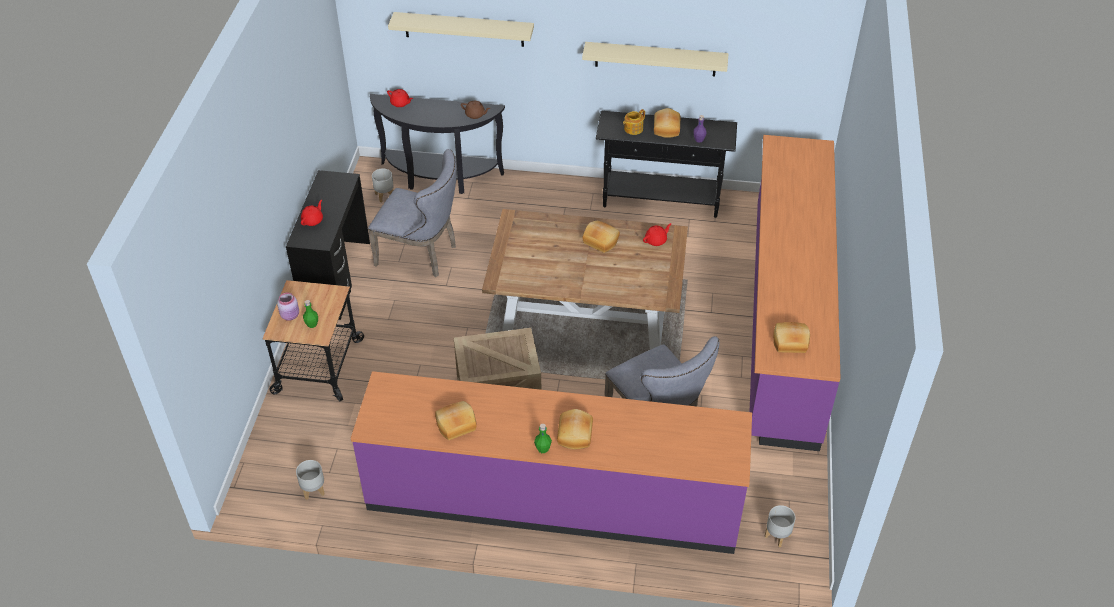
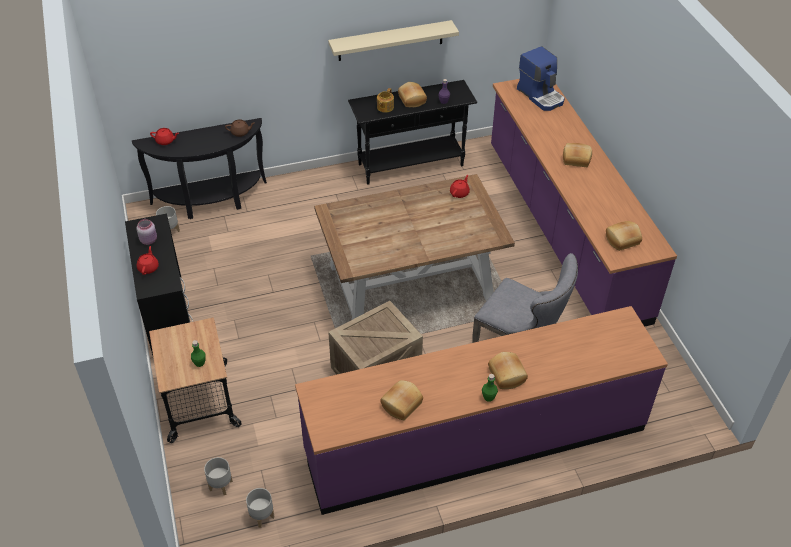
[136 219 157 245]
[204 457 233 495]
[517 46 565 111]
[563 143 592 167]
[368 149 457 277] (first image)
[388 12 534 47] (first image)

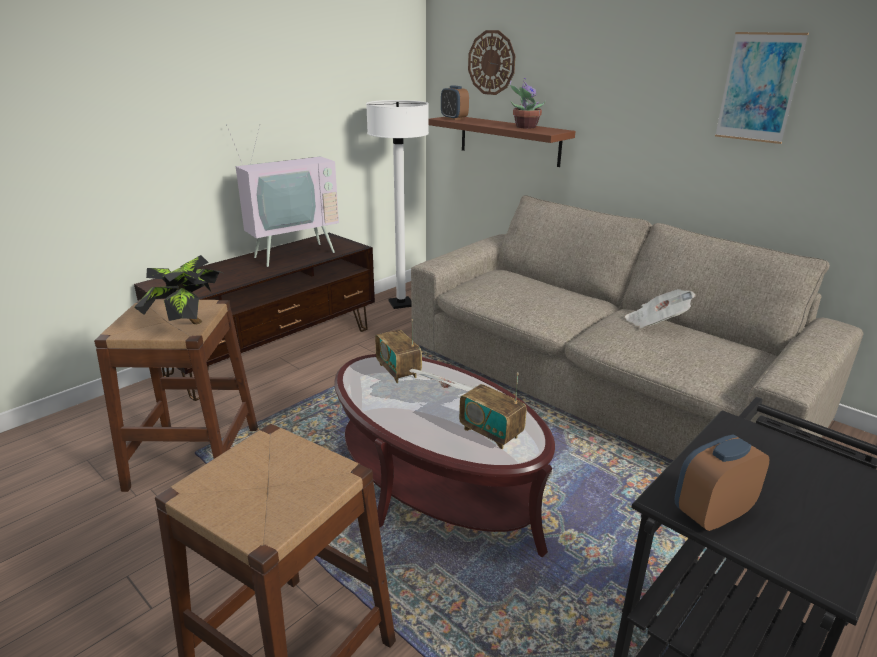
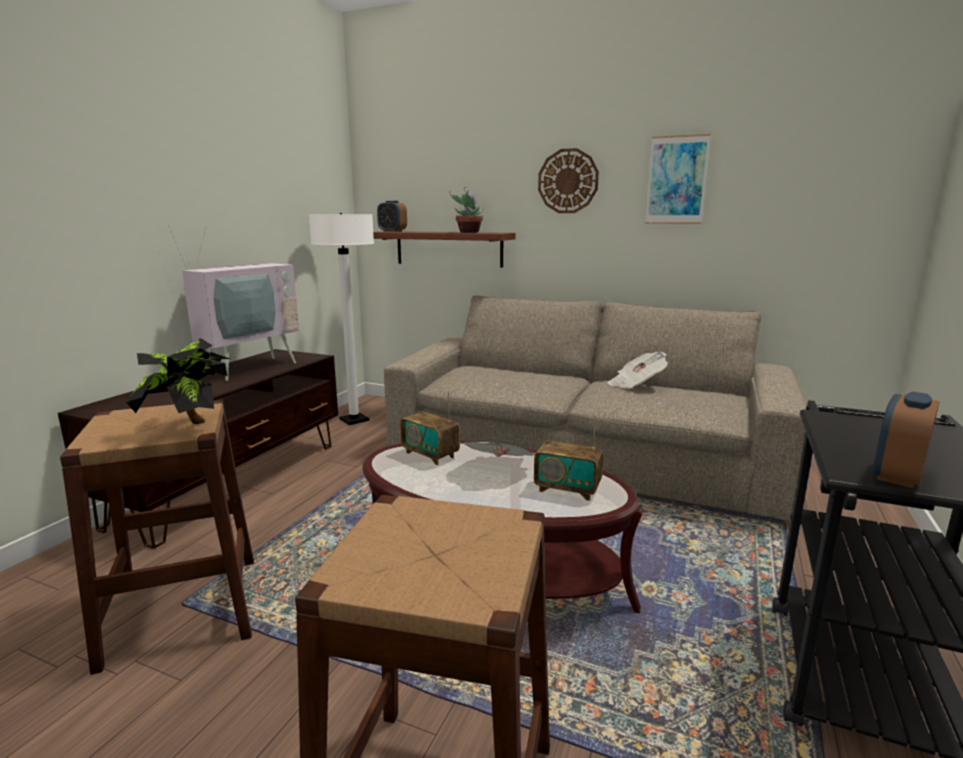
[538 148 599 213]

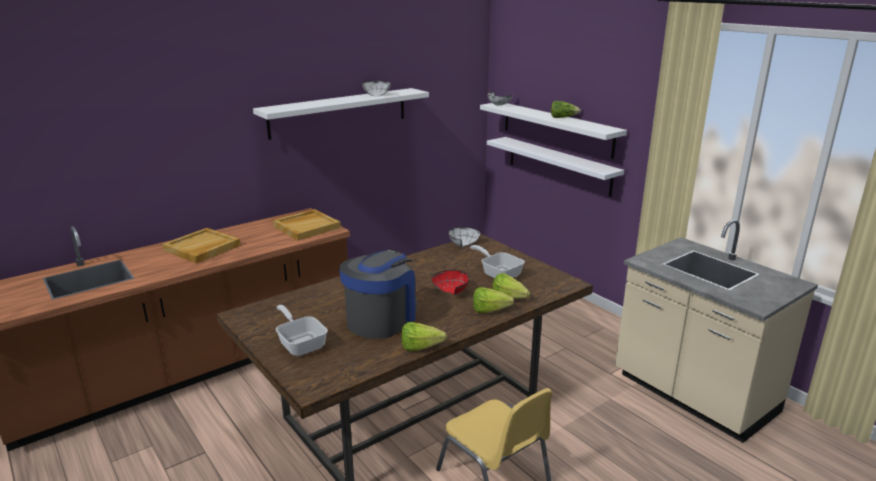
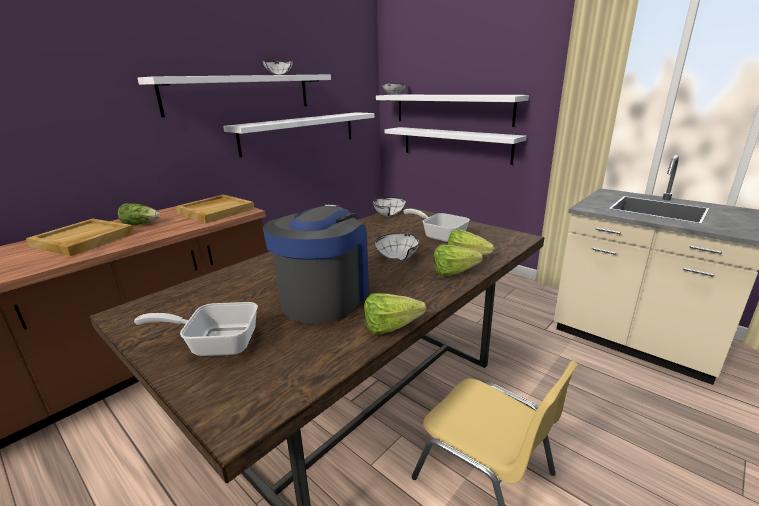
[118 203 160 226]
[134 302 258 356]
[223 112 375 157]
[375 233 420 260]

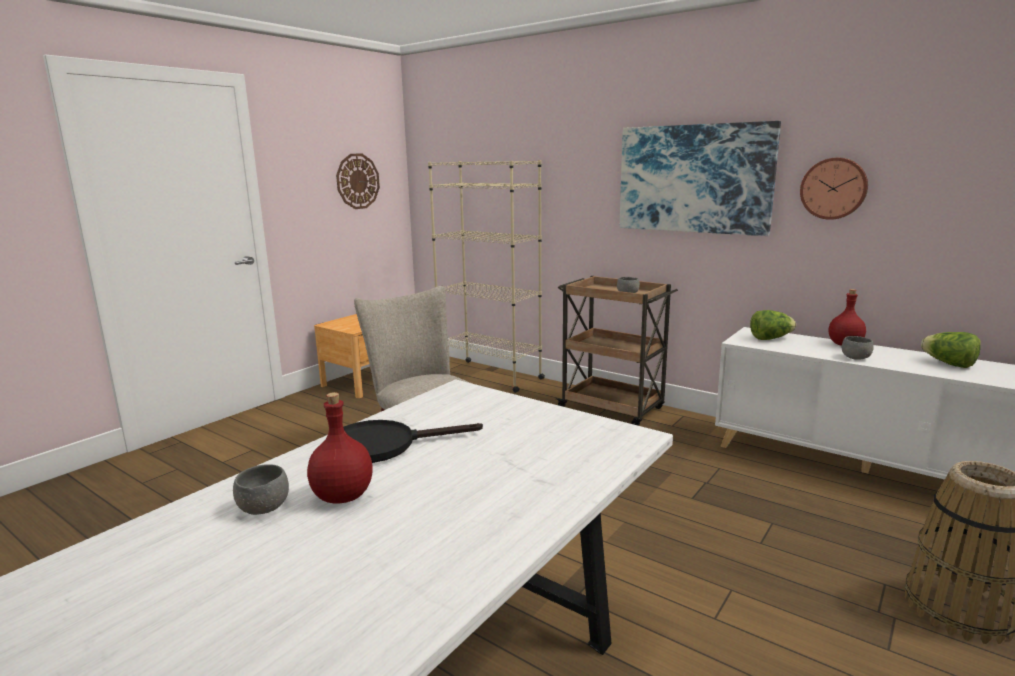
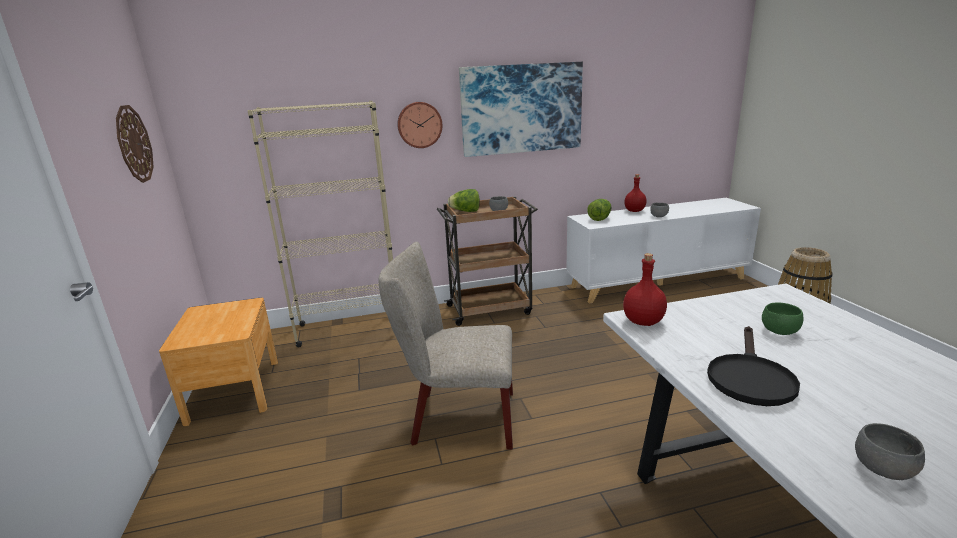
[397 102 442 148]
[448 189 480 212]
[623 253 667 326]
[762 302 804 335]

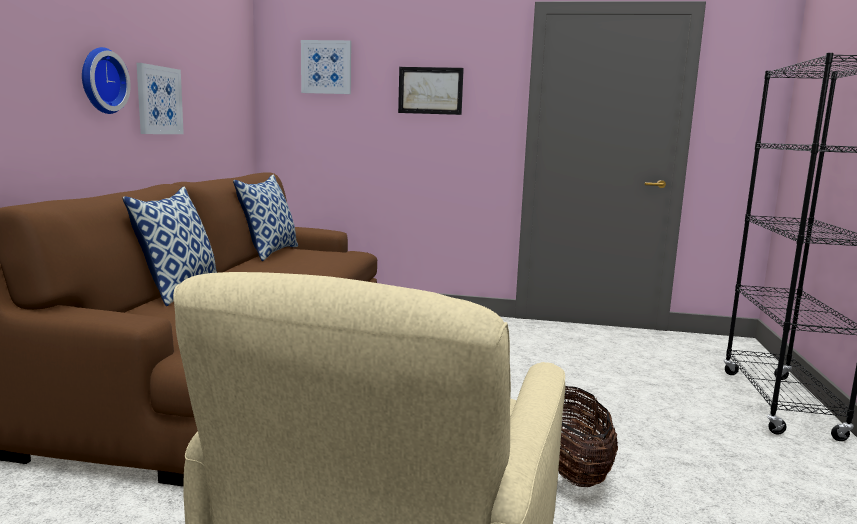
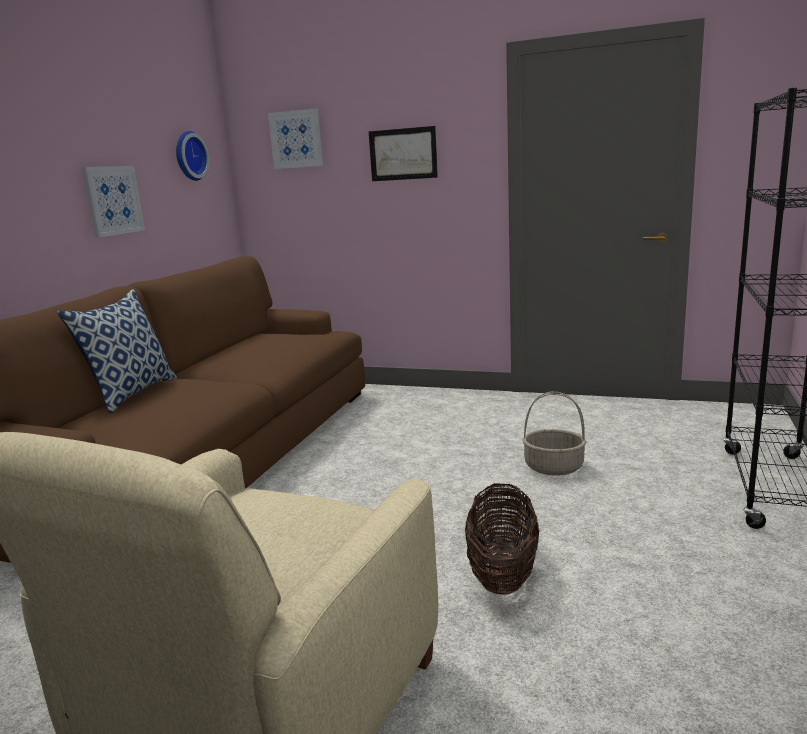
[176 131 210 181]
[522 392 586 476]
[233 175 298 261] (first image)

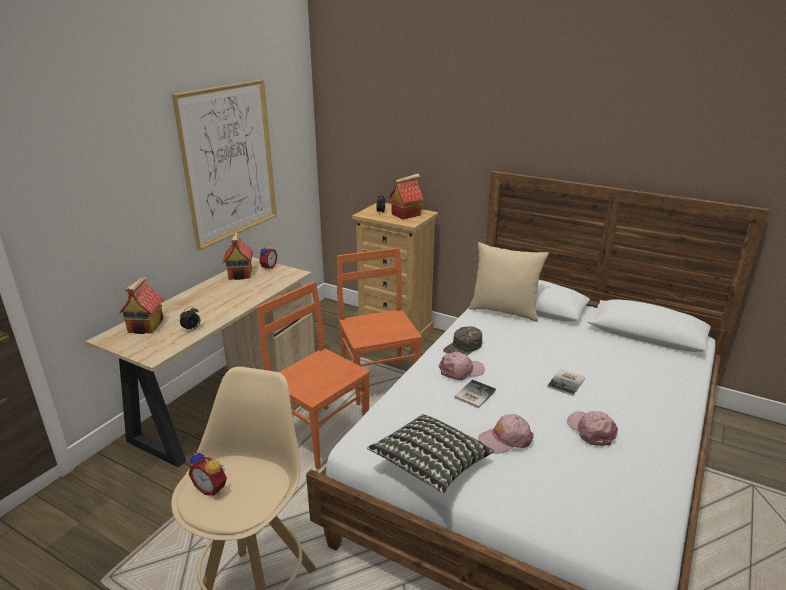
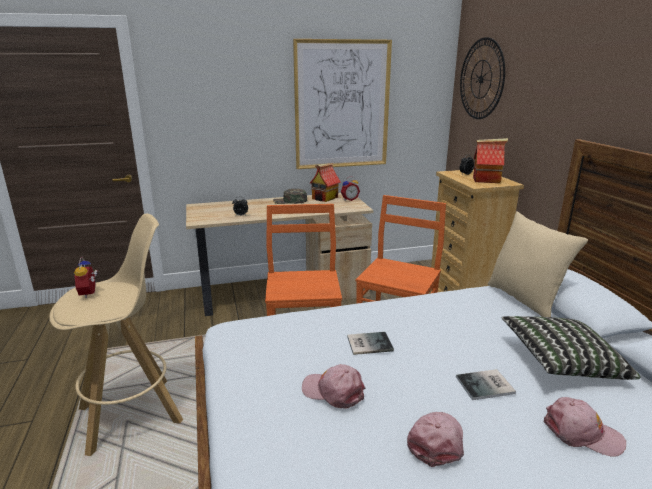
[273 188 307 204]
[460 37 505 119]
[502 316 640 380]
[544 397 626 457]
[119 276 164 334] (first image)

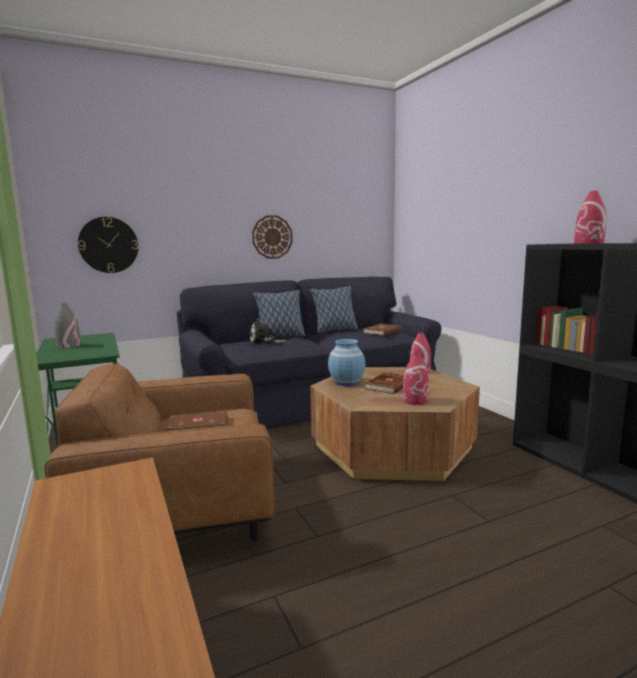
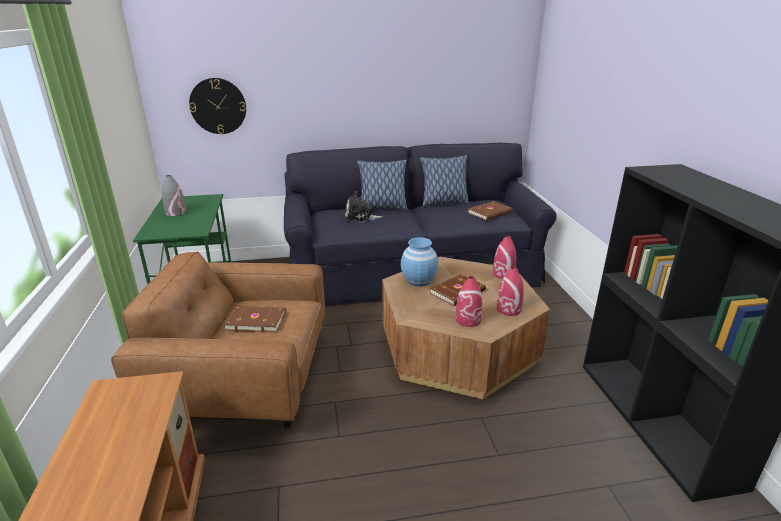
[497 267 524 316]
[252 215 293 259] (first image)

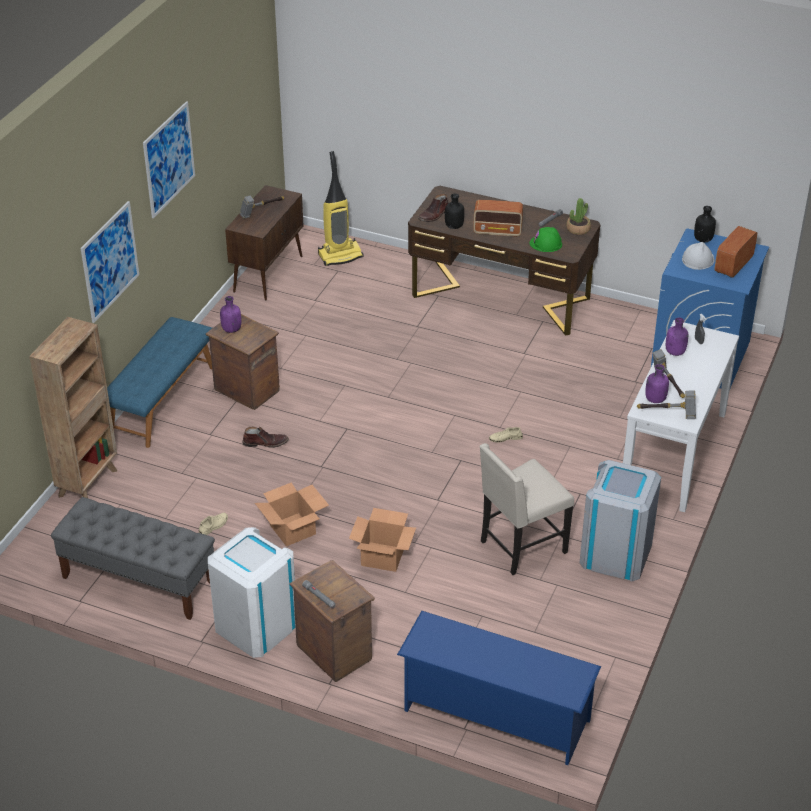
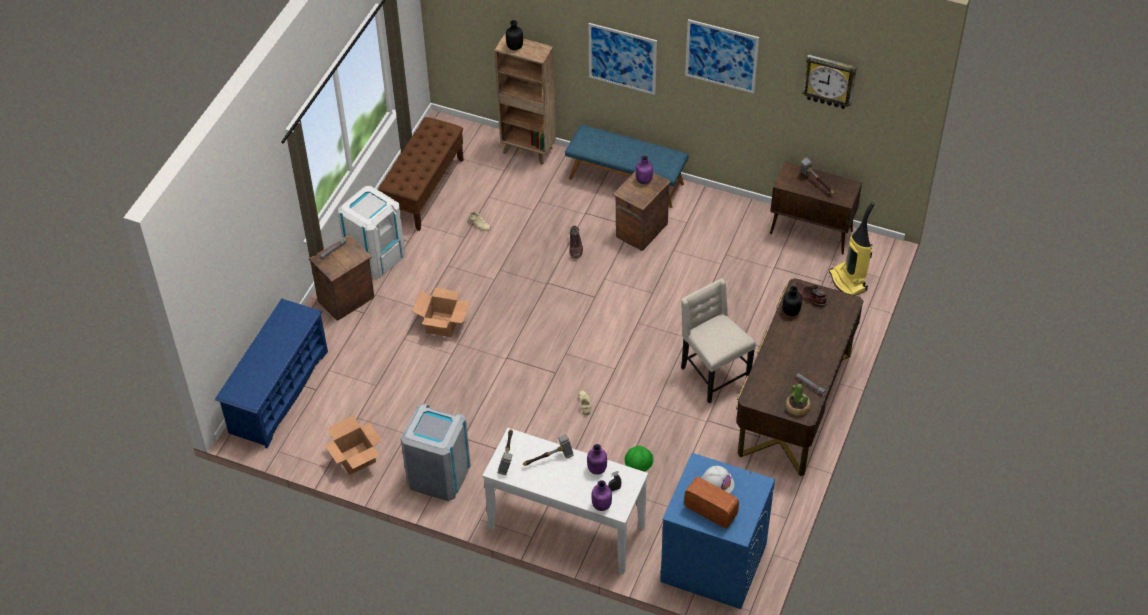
[325 415 382 475]
[378 117 464 231]
[506 20 523 50]
[591 480 612 511]
[624 446 654 472]
[681 278 756 403]
[802 54 857 109]
[473 200 523 237] (first image)

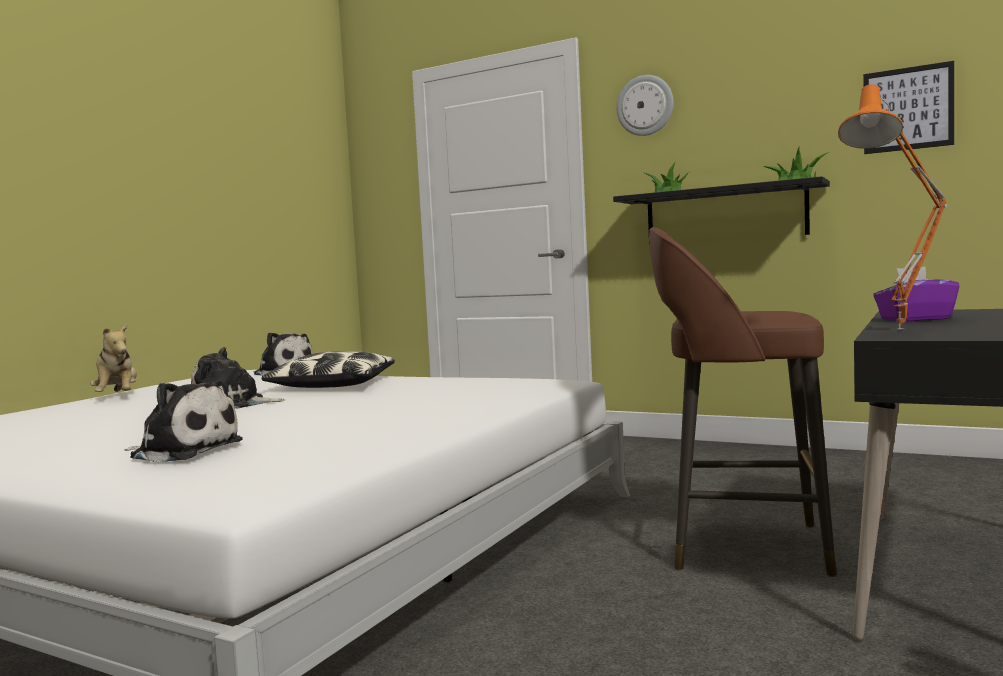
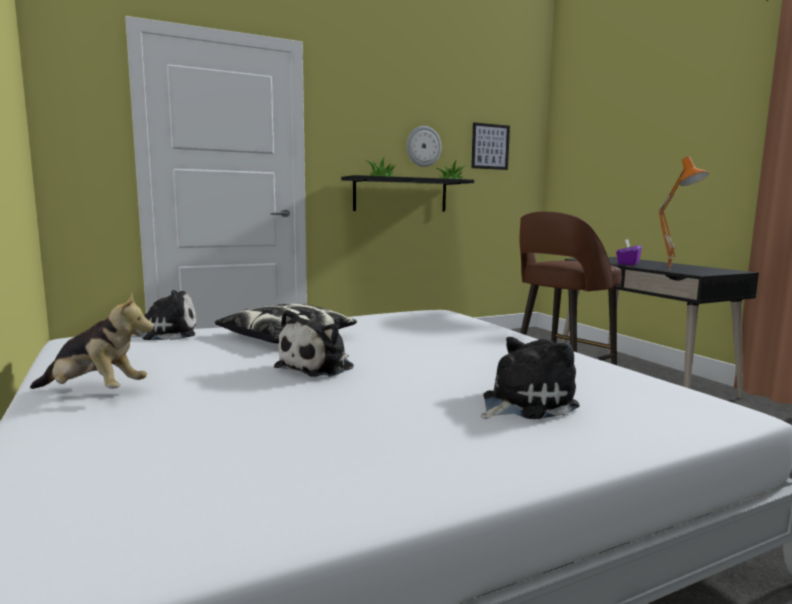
[407 126 441 167]

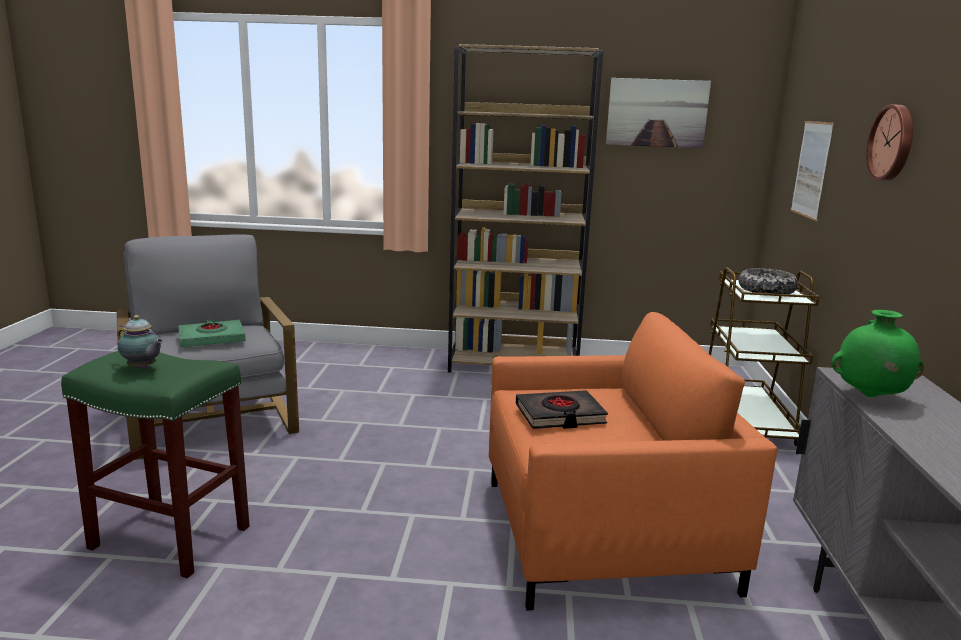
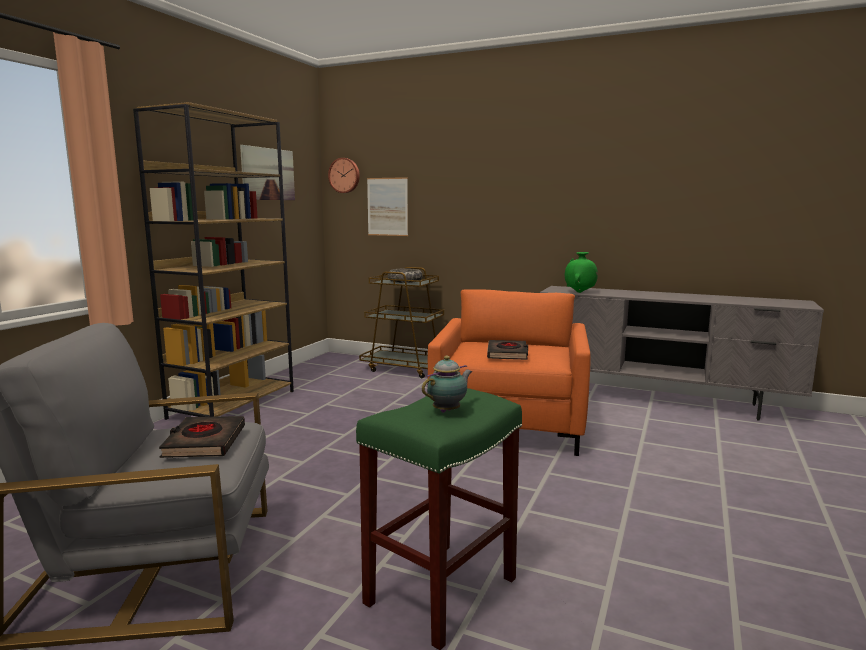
[159 416 245 458]
[328 158 360 193]

